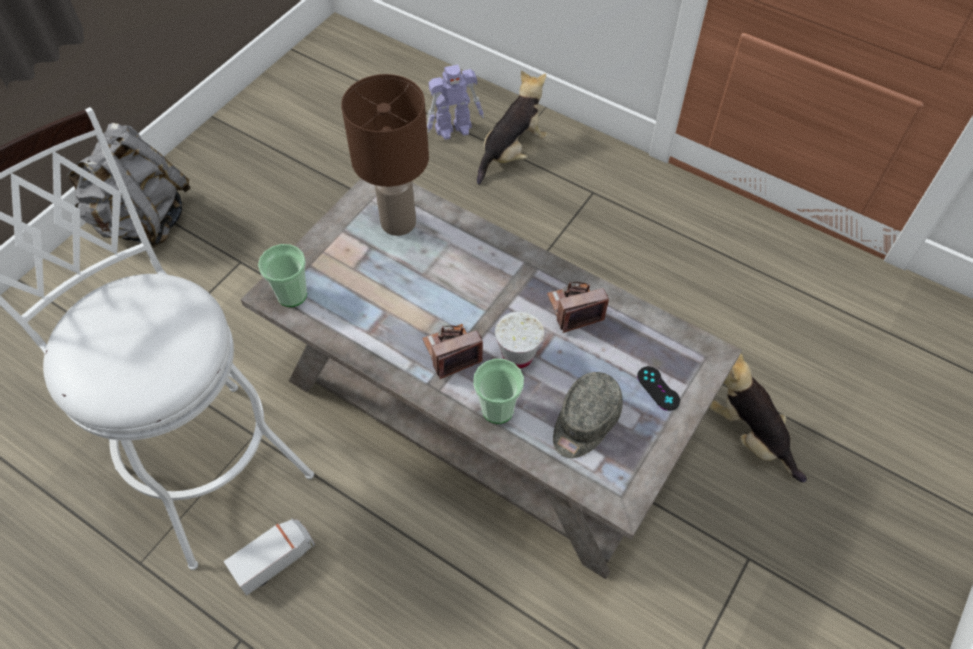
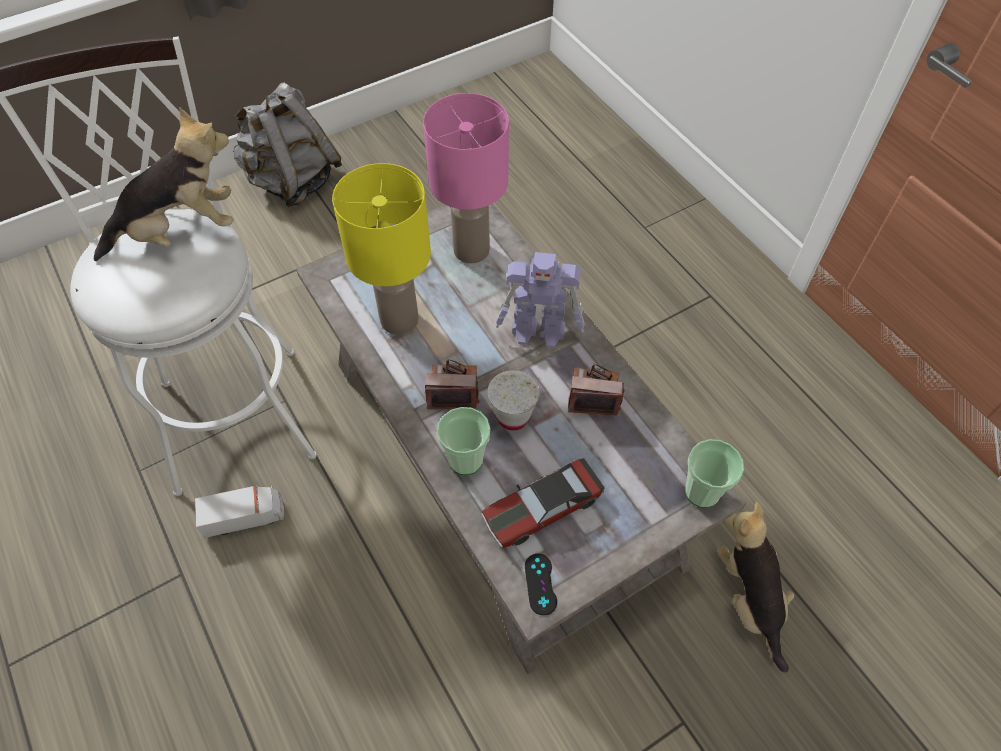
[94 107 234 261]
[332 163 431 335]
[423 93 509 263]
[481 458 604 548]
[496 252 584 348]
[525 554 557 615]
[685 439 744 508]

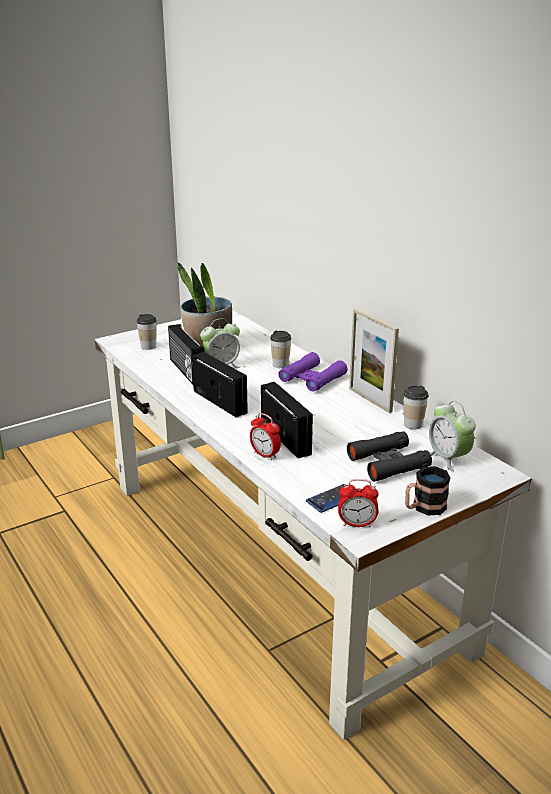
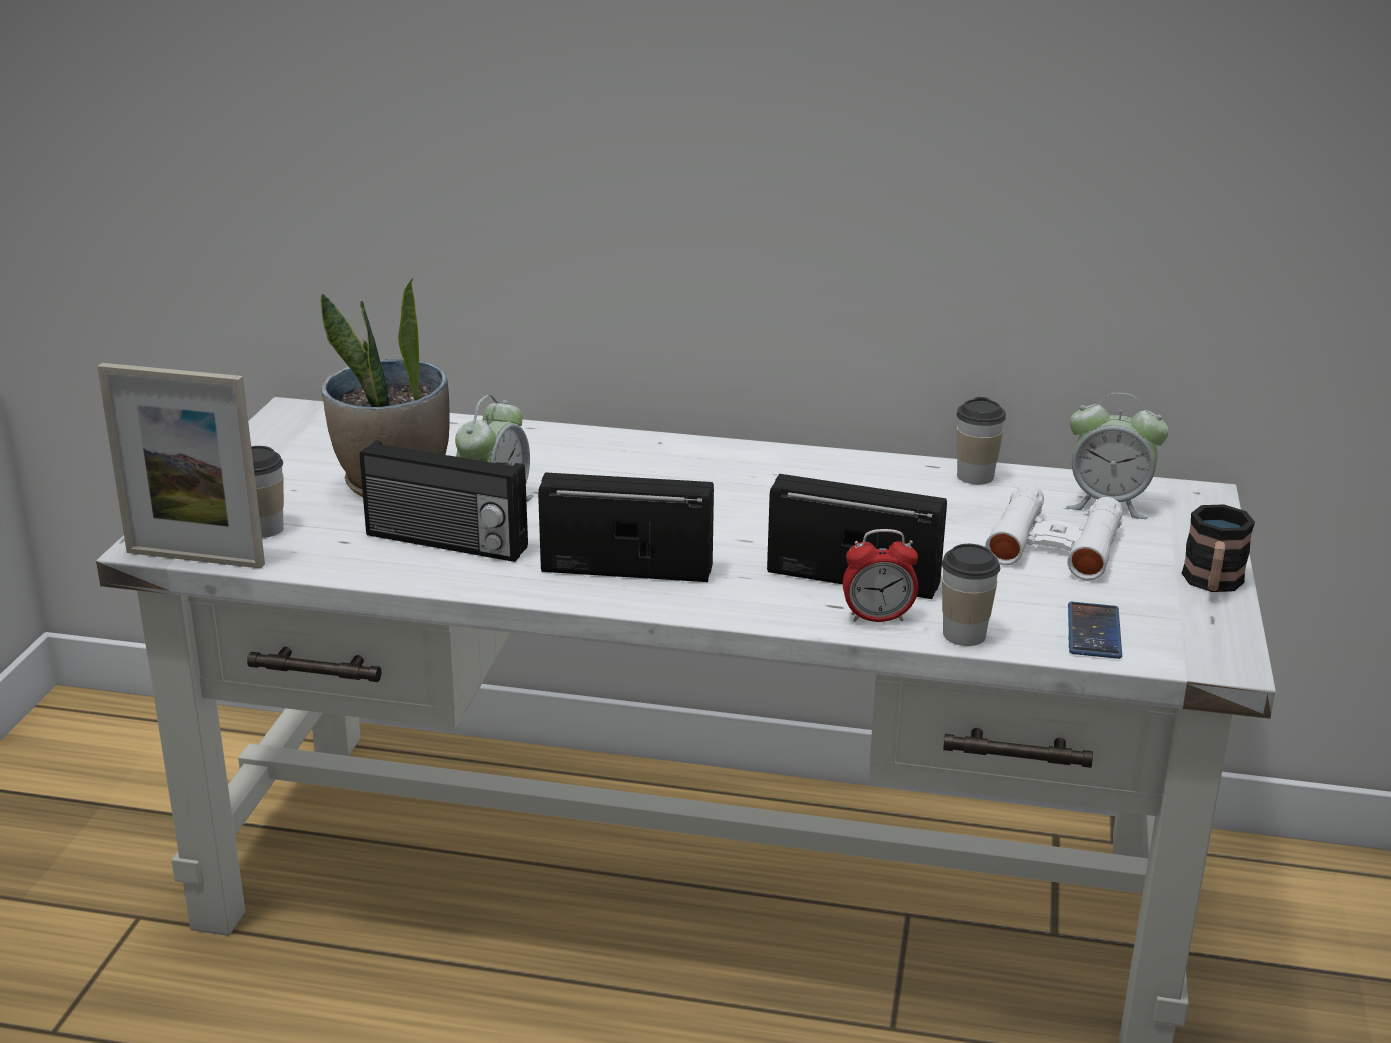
[97 363 265 568]
[942 544 1000 646]
[985 484 1123 580]
[278 352 347 391] (first image)
[338 479 379 527] (first image)

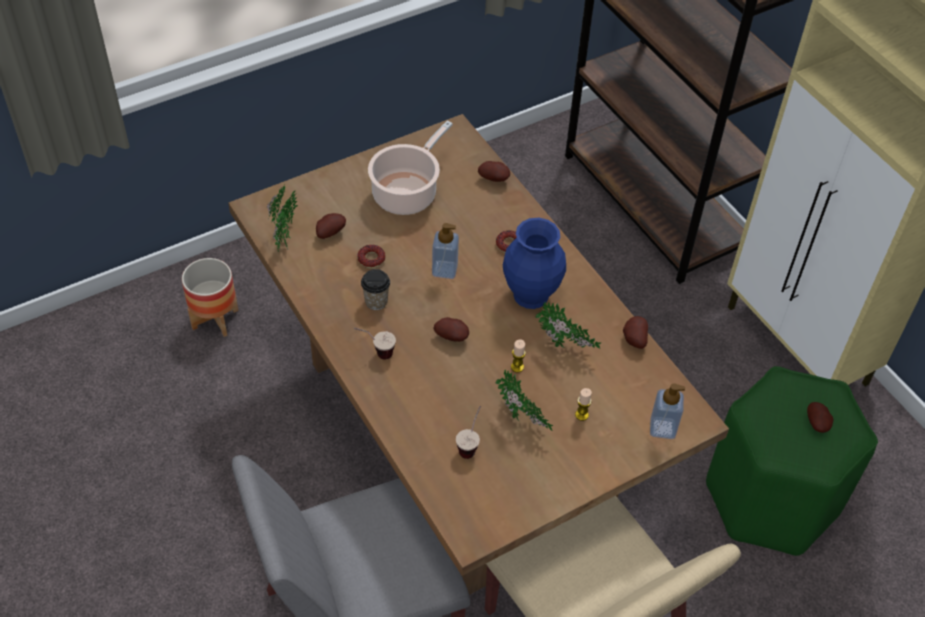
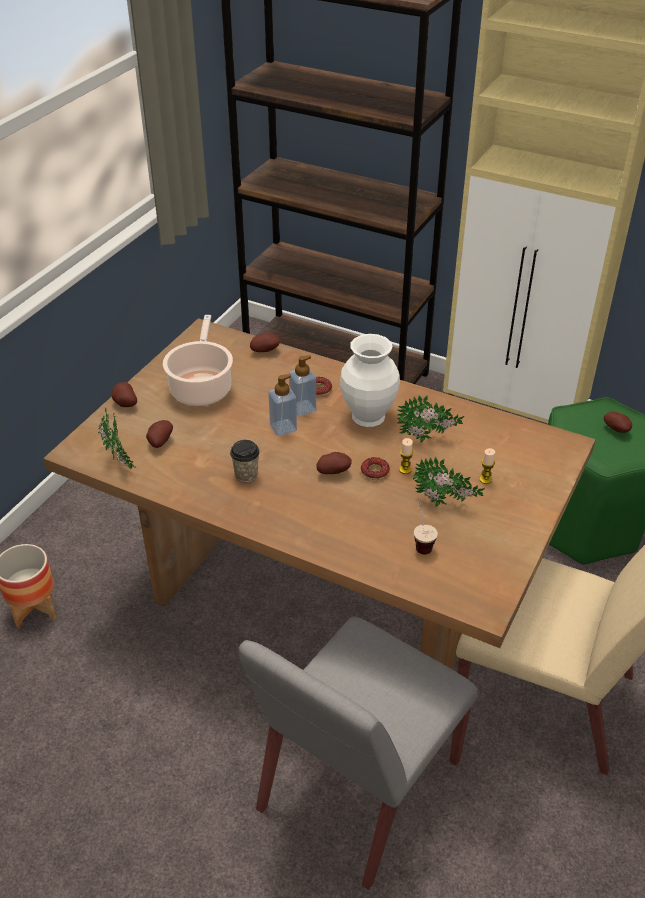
[112 382 137 407]
[289 355 316 416]
[340 334 400 427]
[361 457 390 480]
[354 328 396 359] (first image)

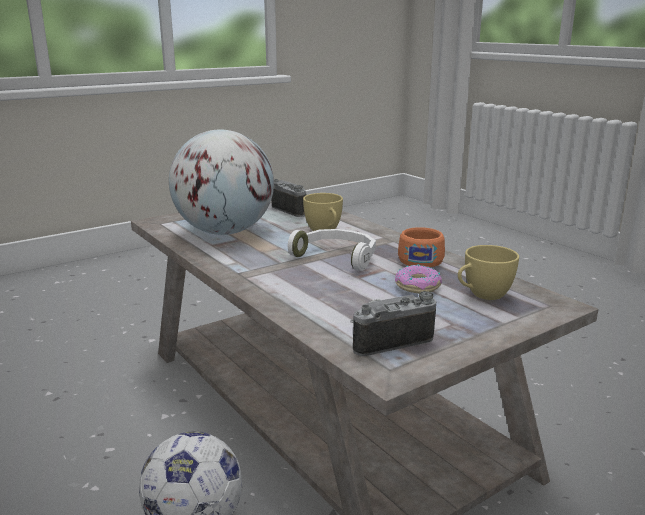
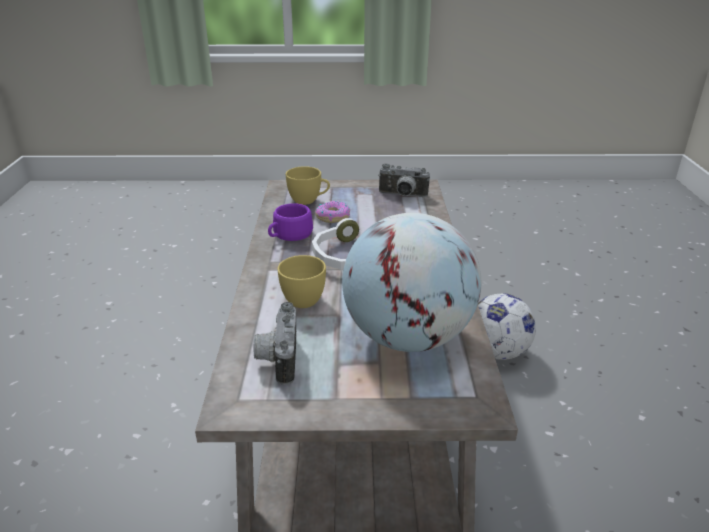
[268 203 313 241]

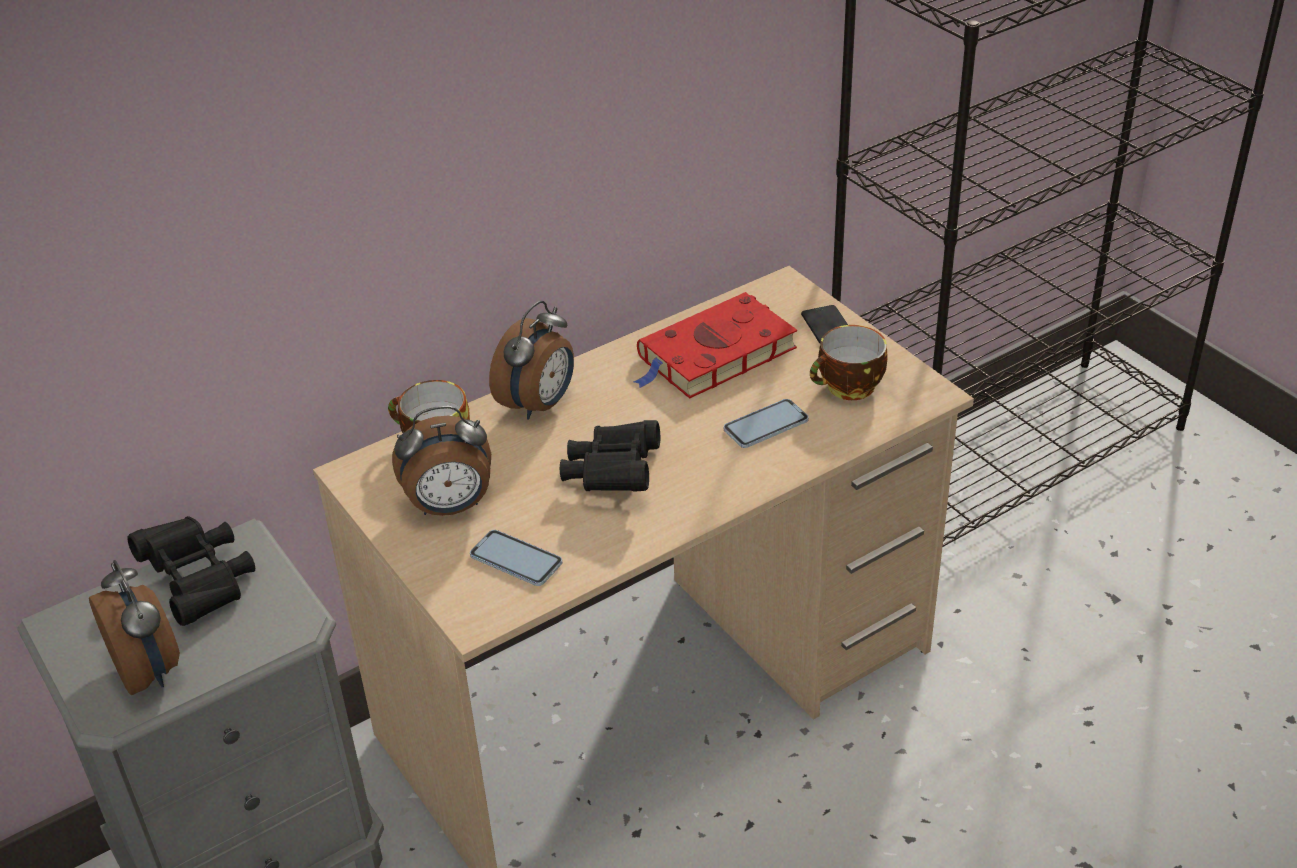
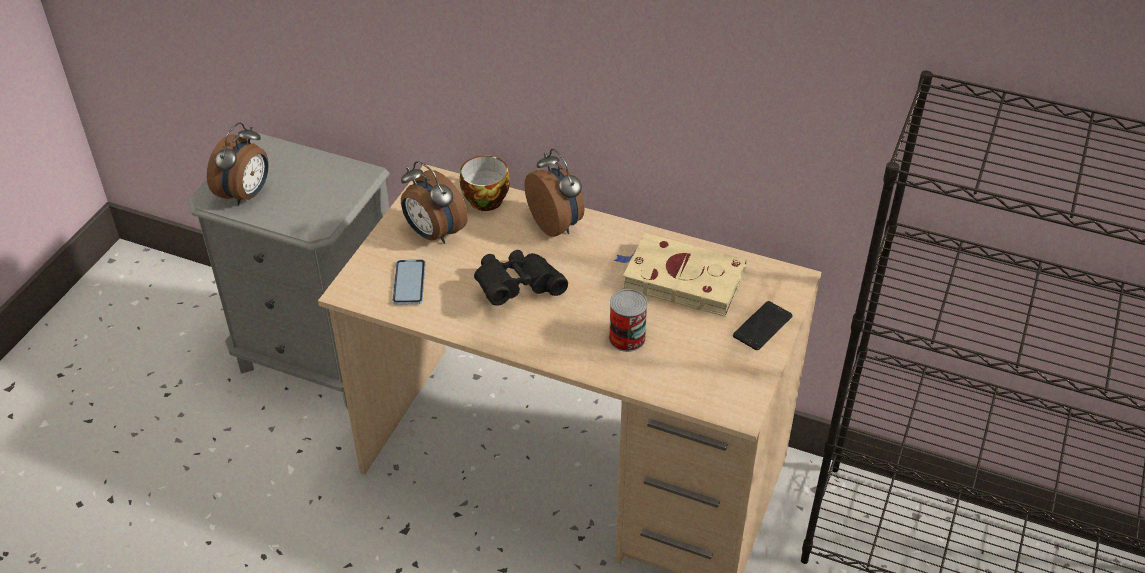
[524 149 585 237]
[609 289 648 352]
[614 233 747 317]
[127 516 255 626] (first image)
[810 325 888 400] (first image)

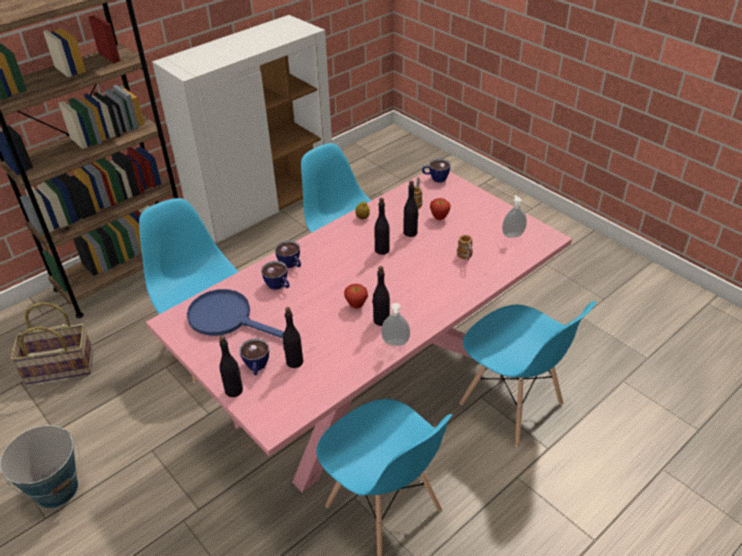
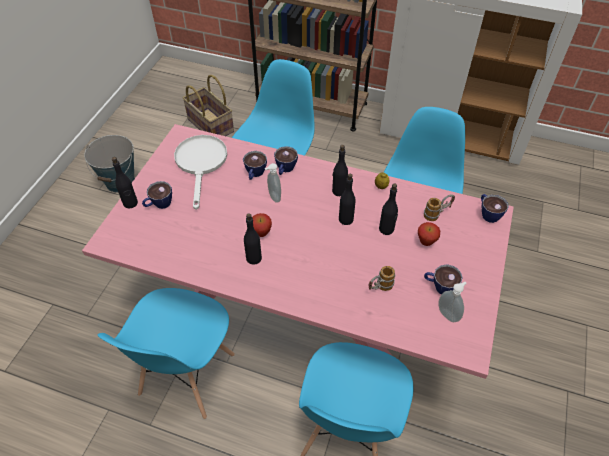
[174 135 227 210]
[265 163 281 203]
[332 145 348 196]
[424 264 463 294]

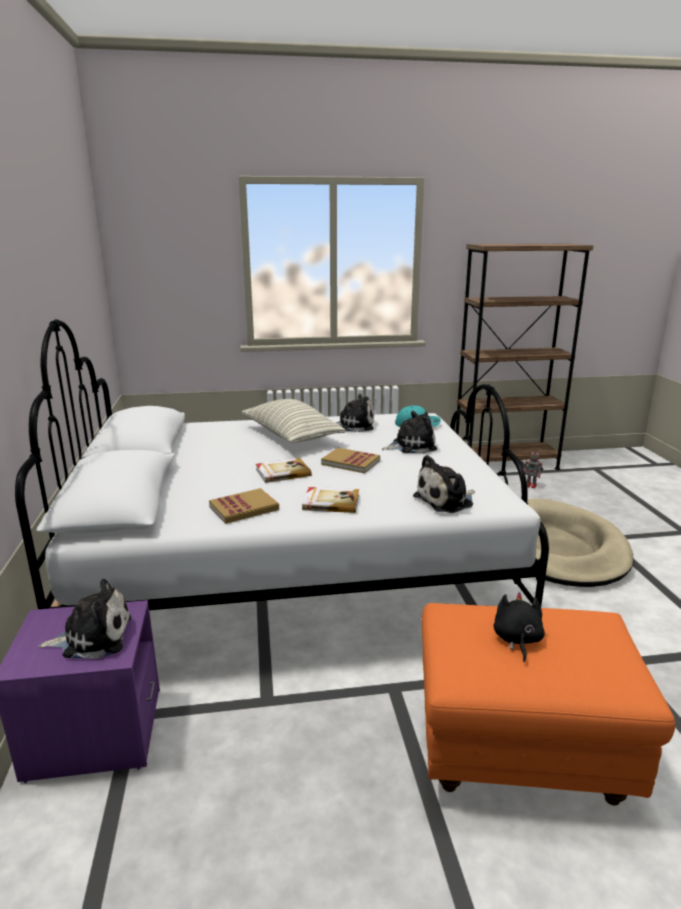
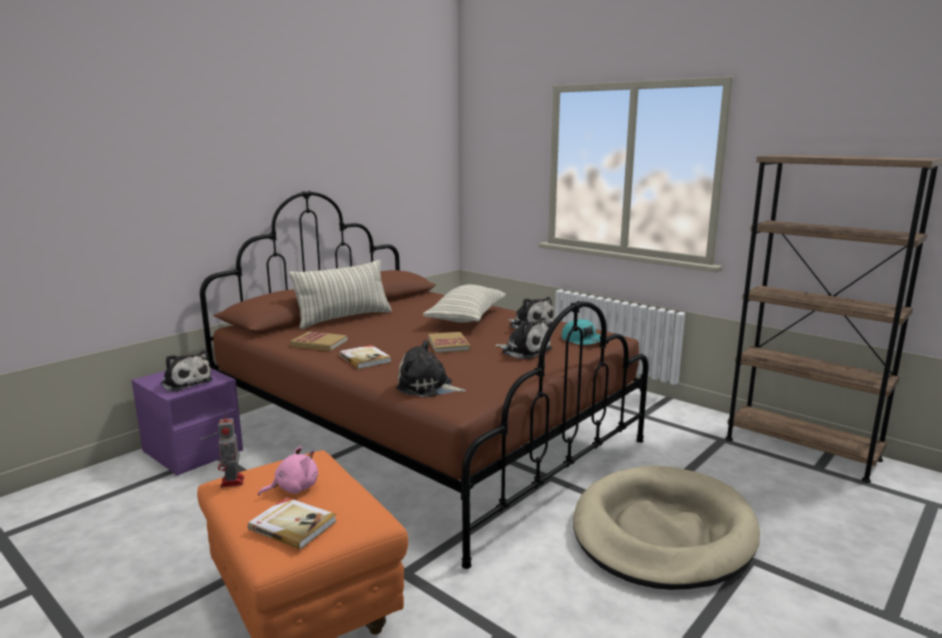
[200 191 648 569]
[218 413 244 488]
[248 497 337 549]
[258 446 318 496]
[289 260 392 329]

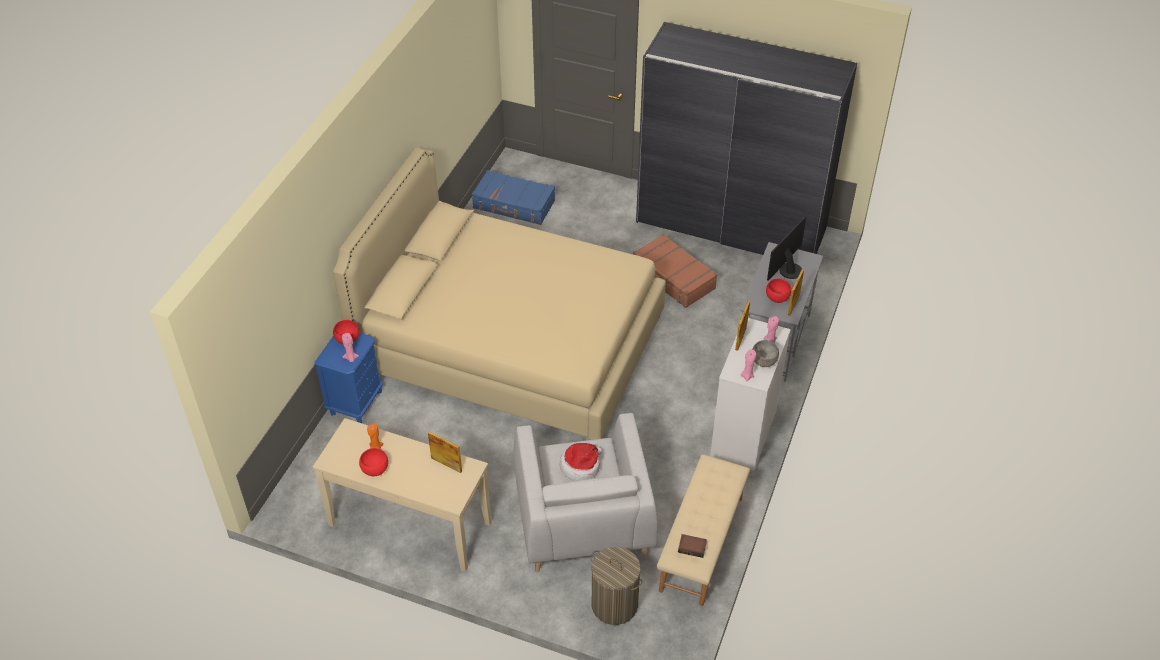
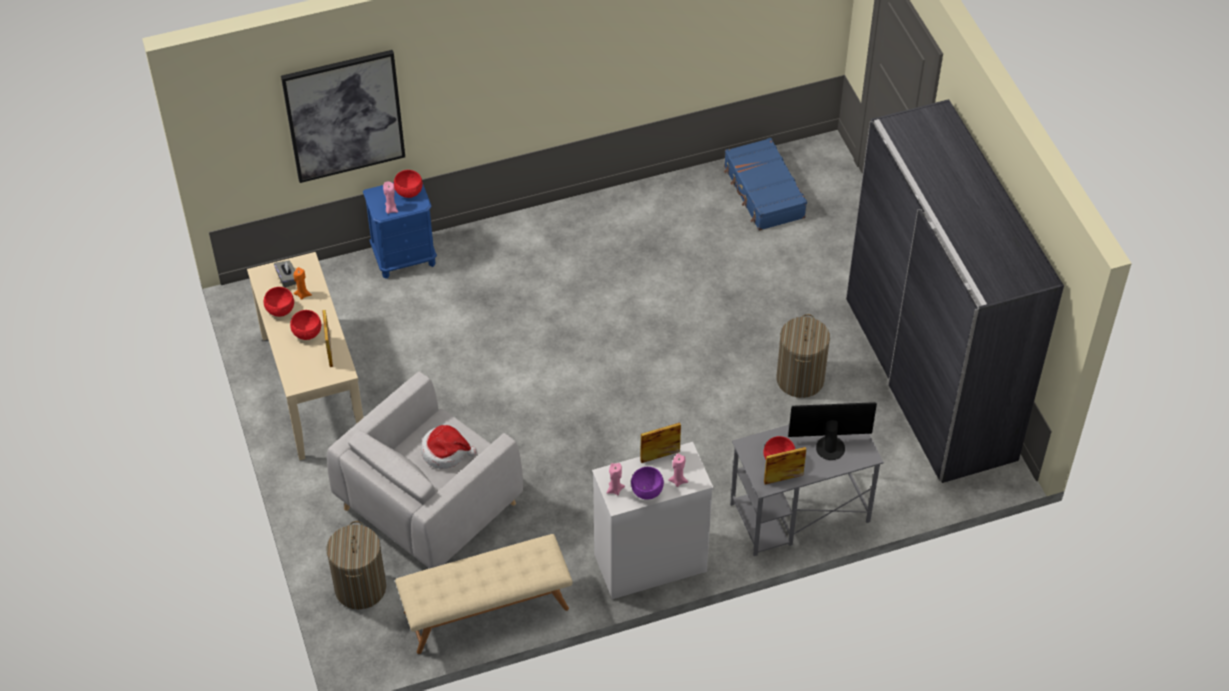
[274 260 296 288]
[281 50 405 183]
[290 310 321 340]
[631 467 664 500]
[777 314 830 398]
[333 148 666 440] (first image)
[678 534 707 558] (first image)

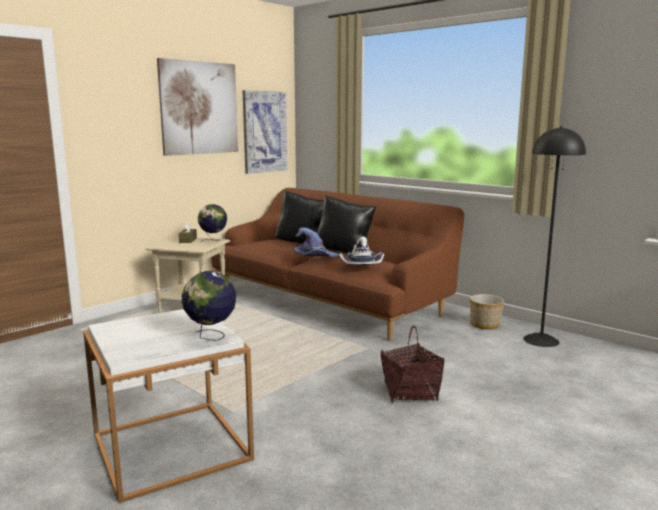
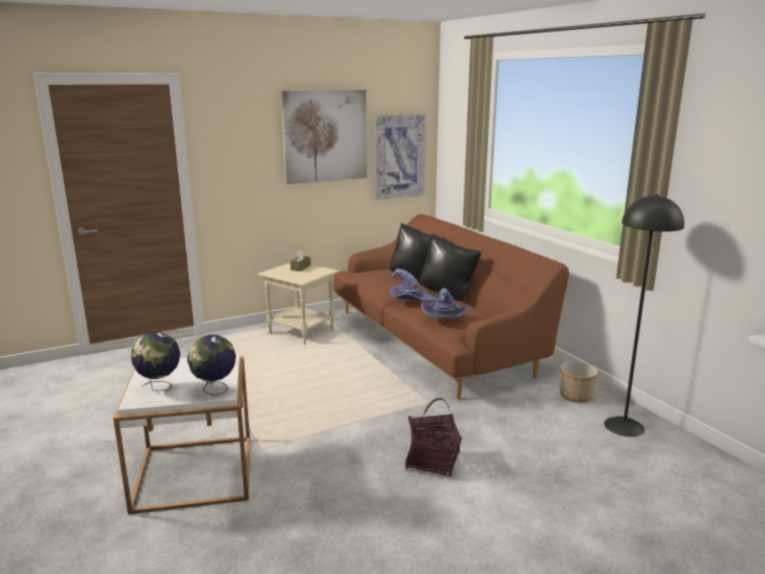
[131 332 180 391]
[421 288 467 318]

